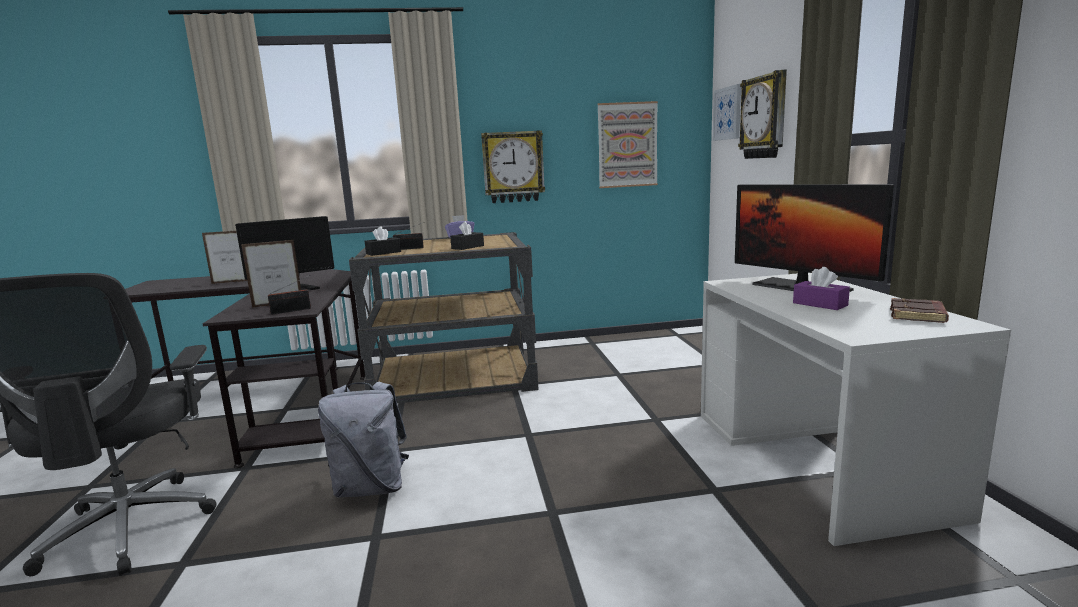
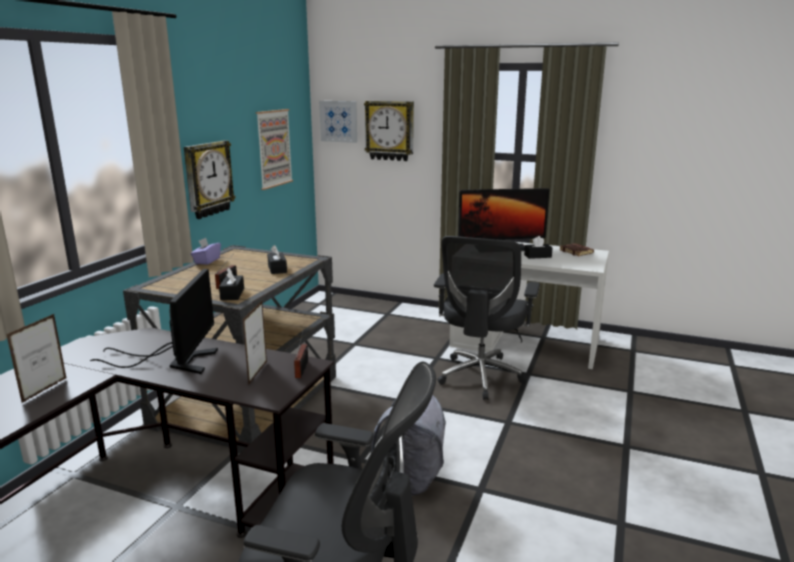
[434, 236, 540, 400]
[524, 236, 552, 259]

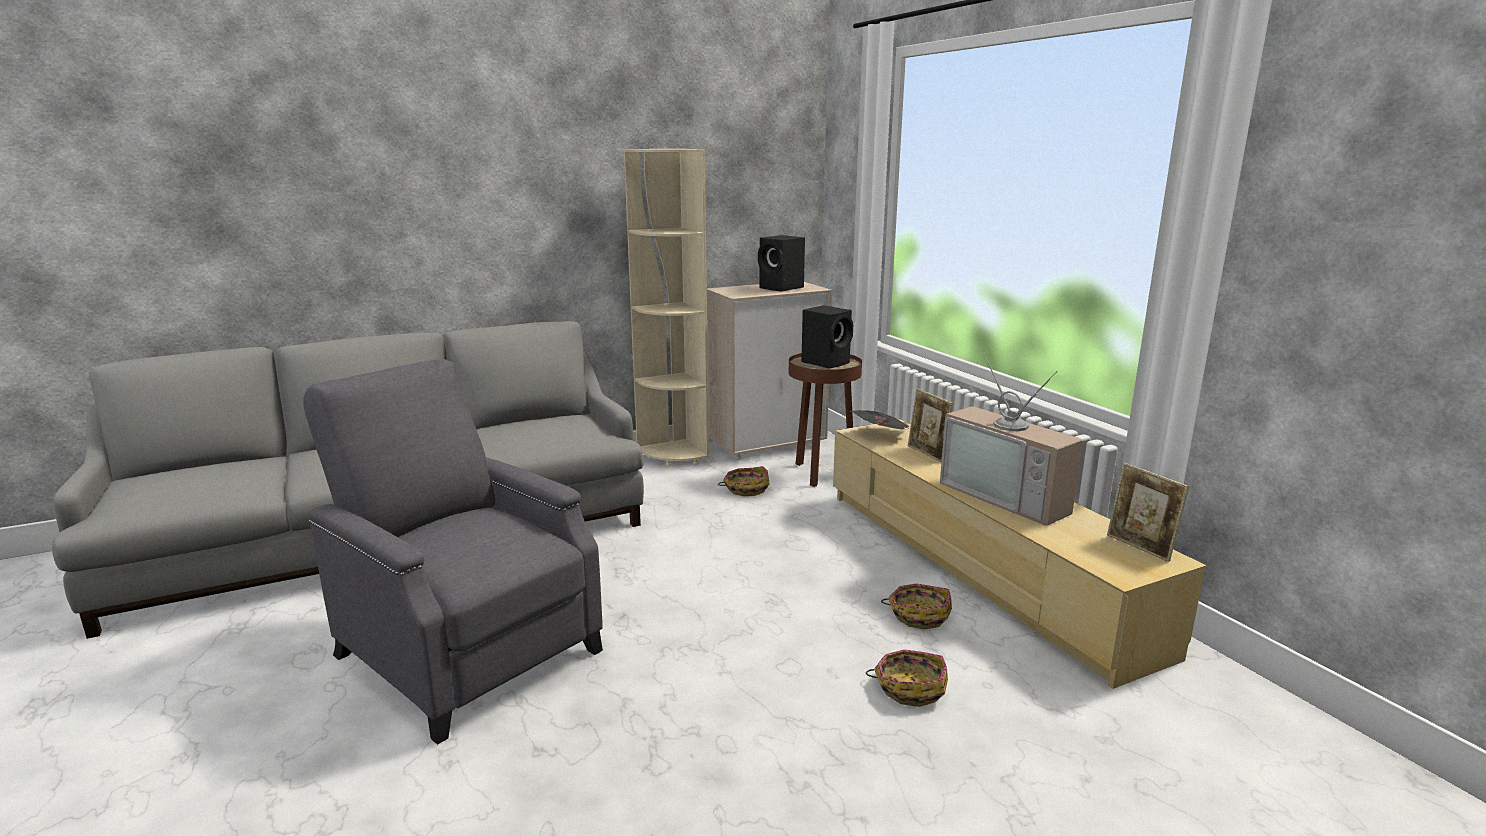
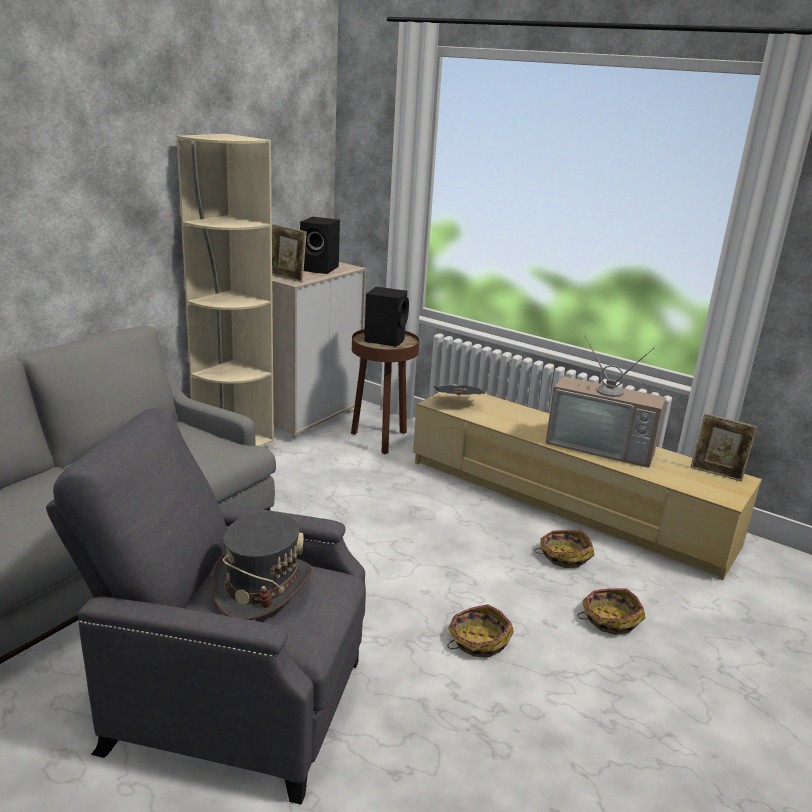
[211, 511, 313, 620]
[447, 604, 514, 657]
[272, 224, 307, 283]

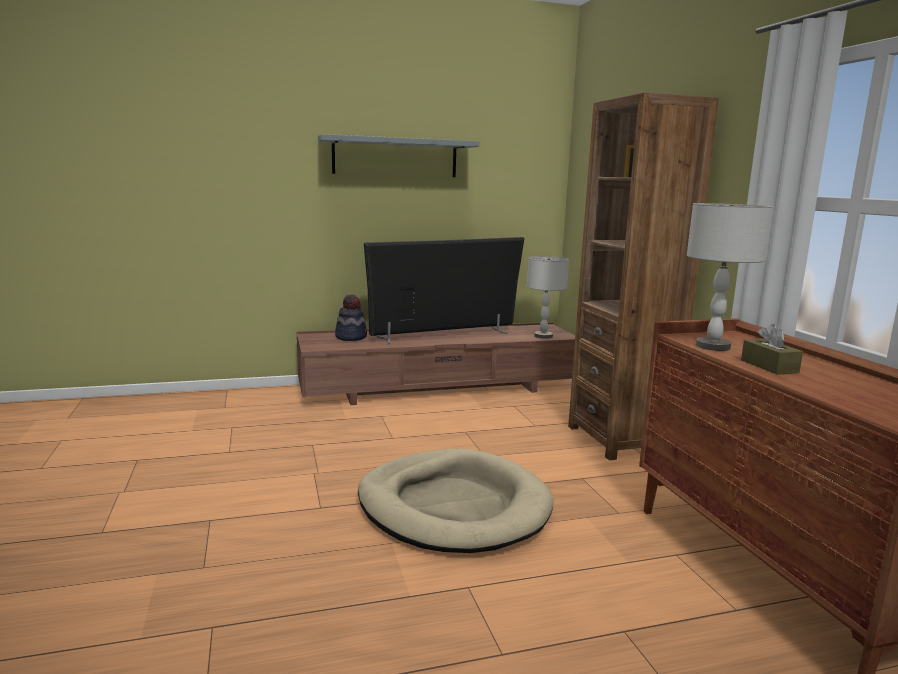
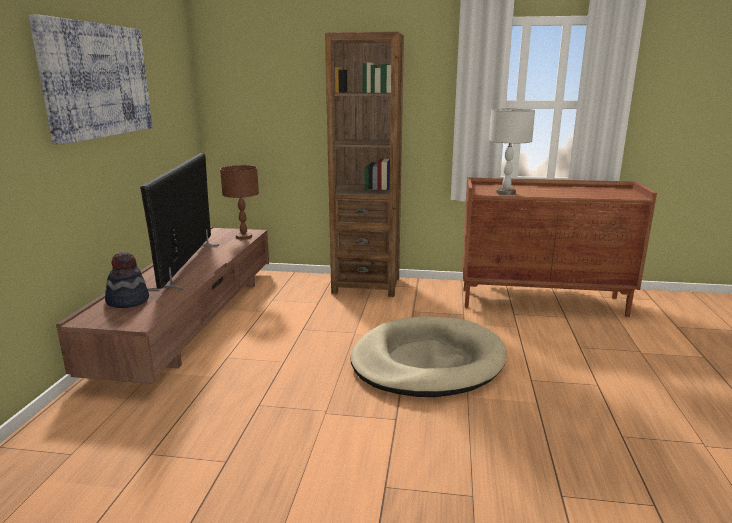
[741, 324, 803, 375] (first image)
[28, 15, 153, 144]
[220, 165, 259, 240]

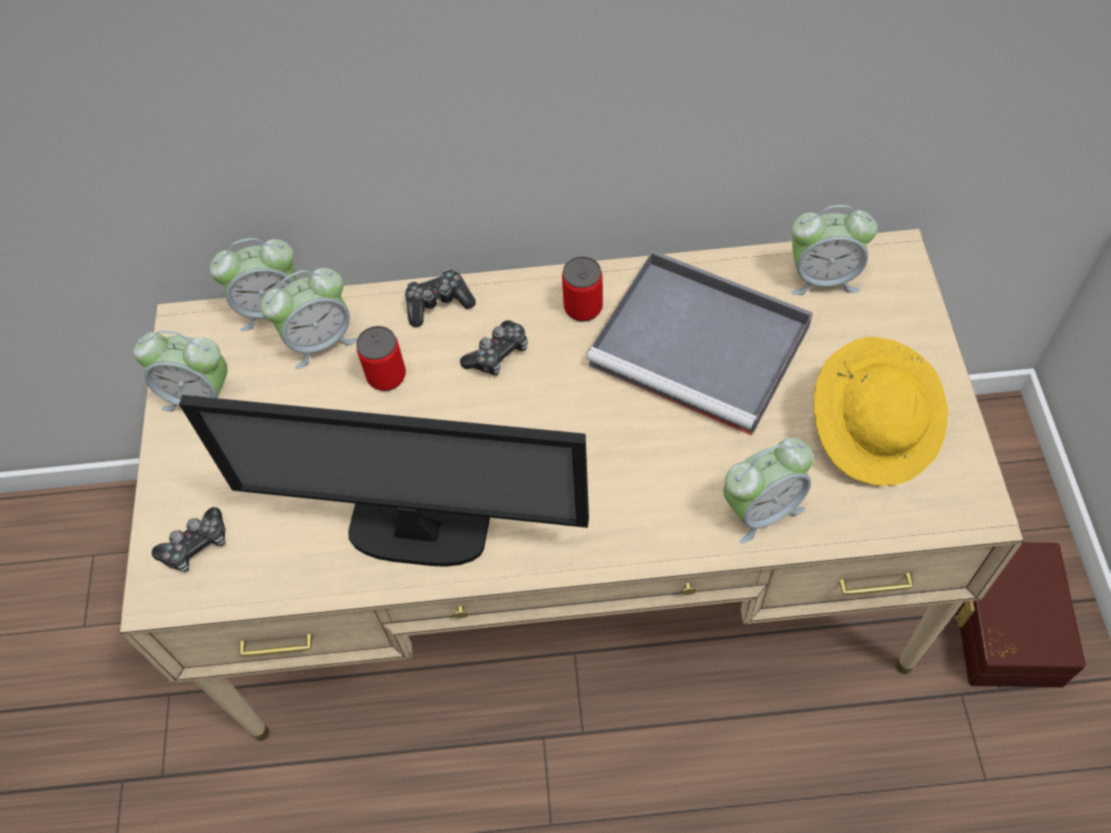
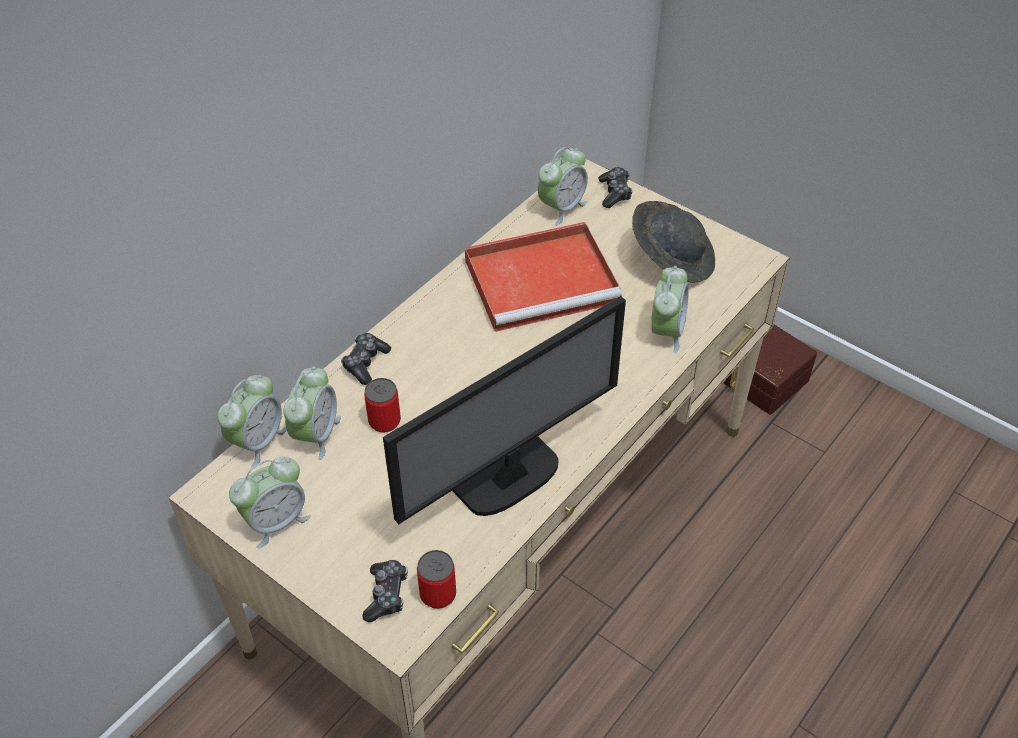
[599, 167, 633, 208]
[417, 550, 456, 609]
[465, 222, 622, 332]
[632, 201, 715, 283]

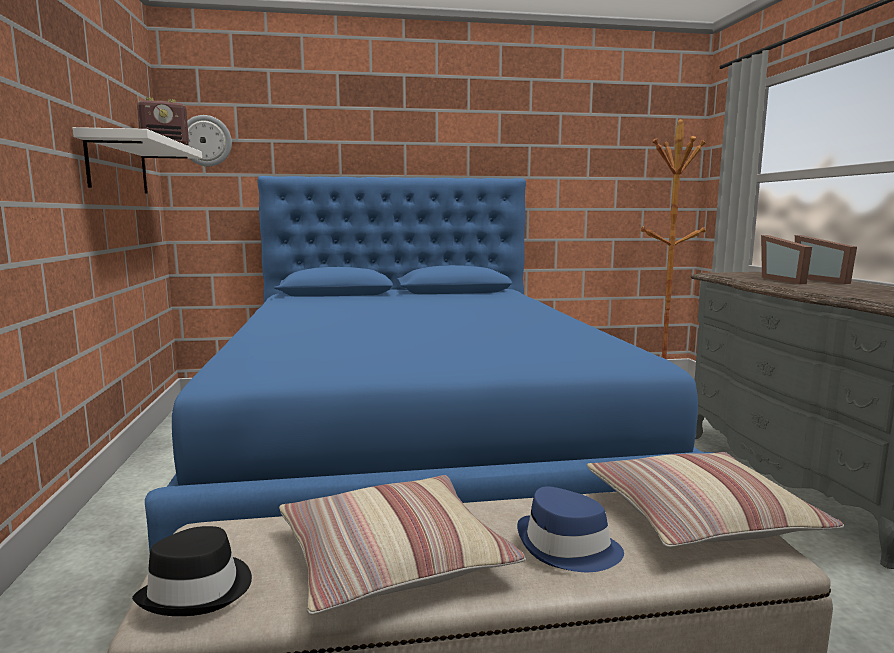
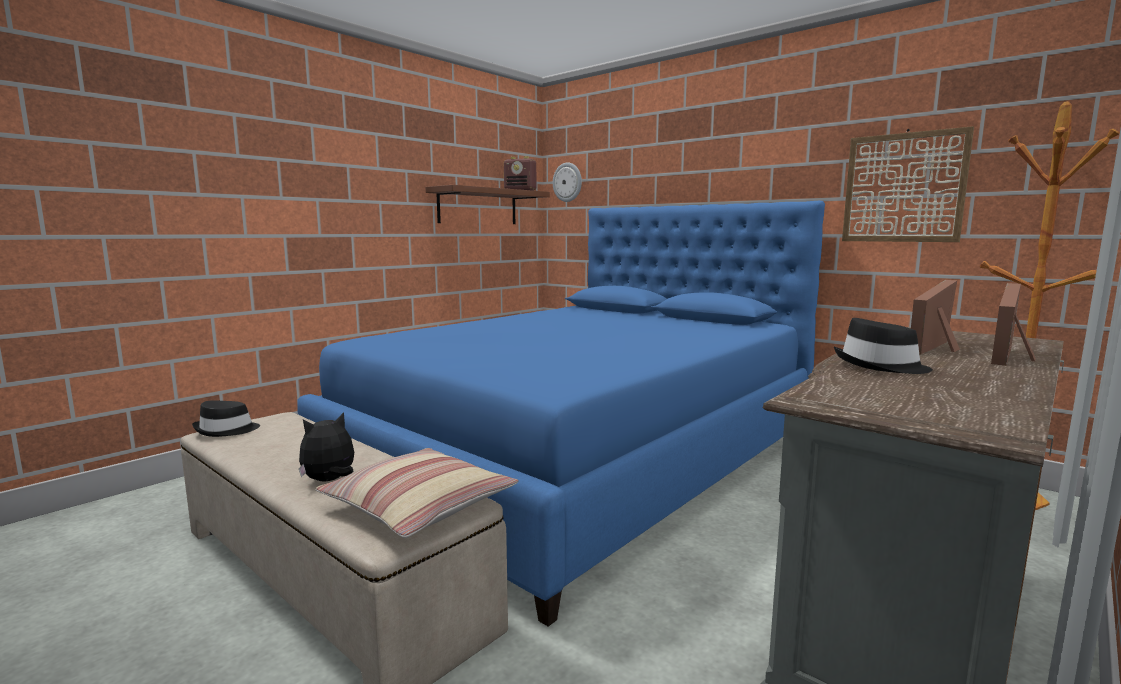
[279, 475, 526, 615] (first image)
[834, 318, 933, 374]
[842, 126, 974, 242]
[299, 412, 354, 482]
[426, 185, 550, 224]

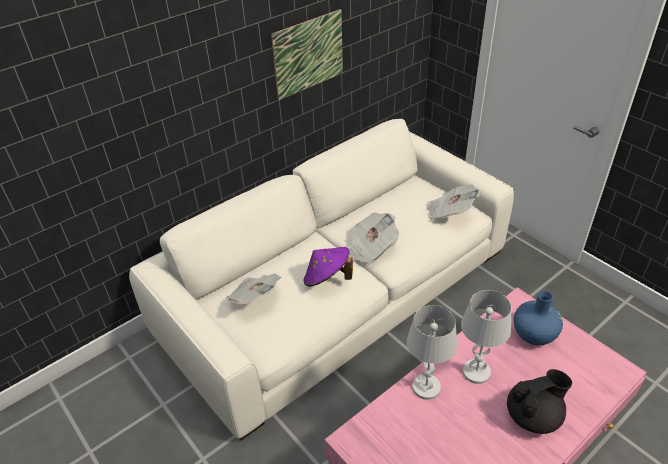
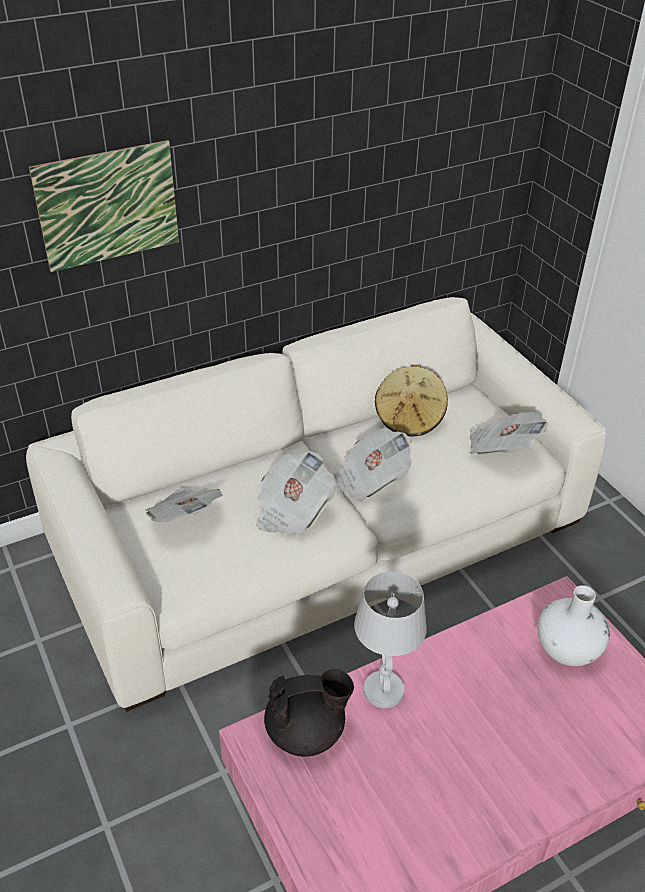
[461, 290, 511, 384] (first image)
[375, 365, 448, 436]
[29, 140, 179, 272]
[264, 669, 354, 757]
[256, 452, 336, 536]
[538, 585, 610, 666]

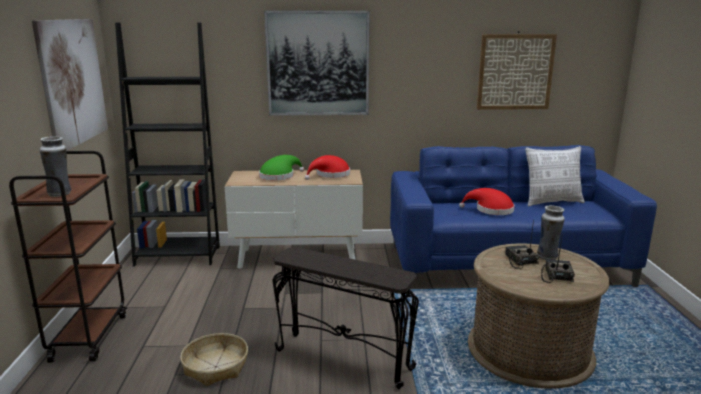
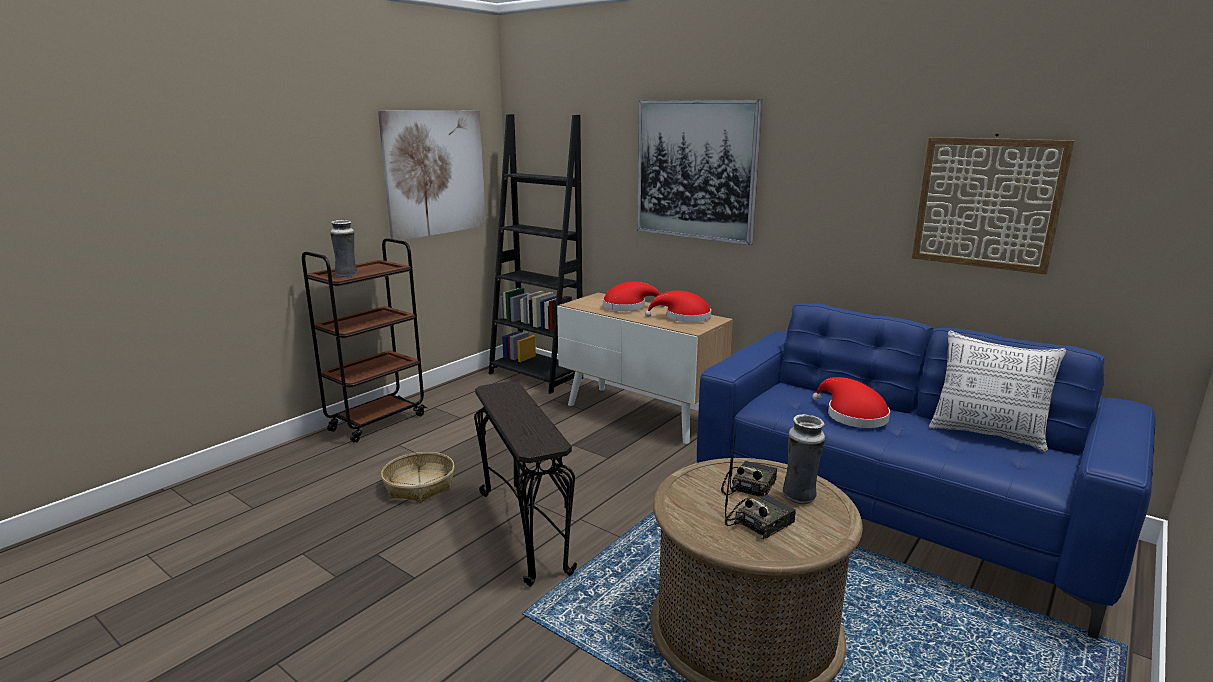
[603, 281, 664, 311]

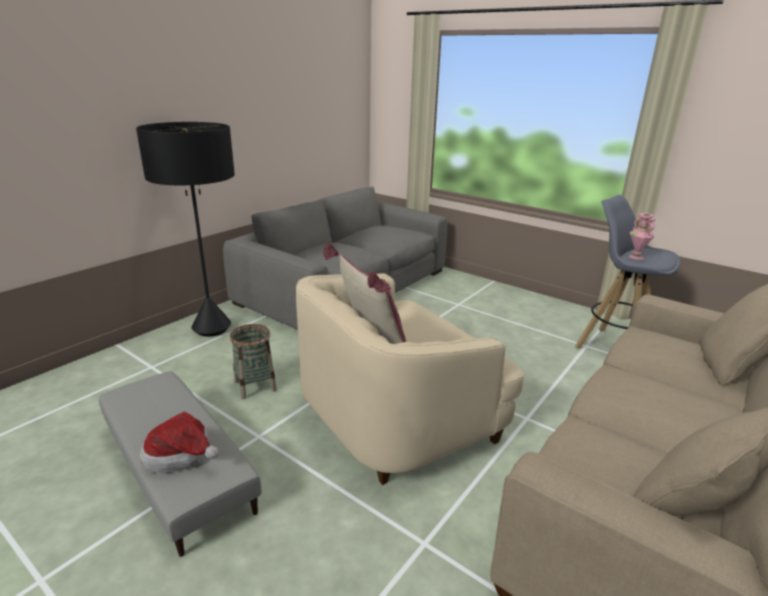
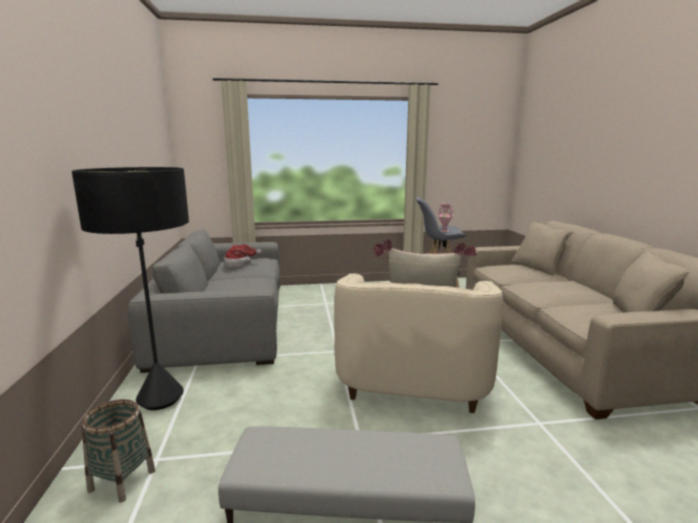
[224, 244, 262, 268]
[82, 399, 155, 502]

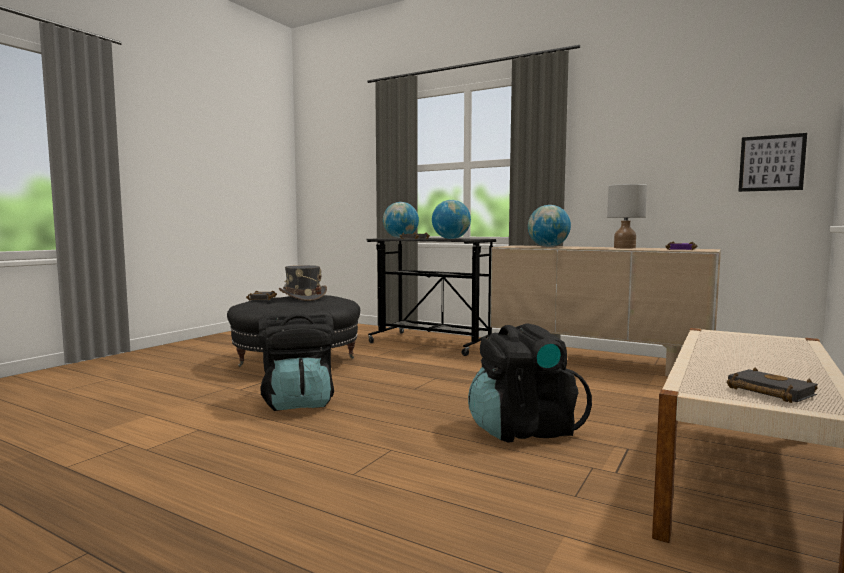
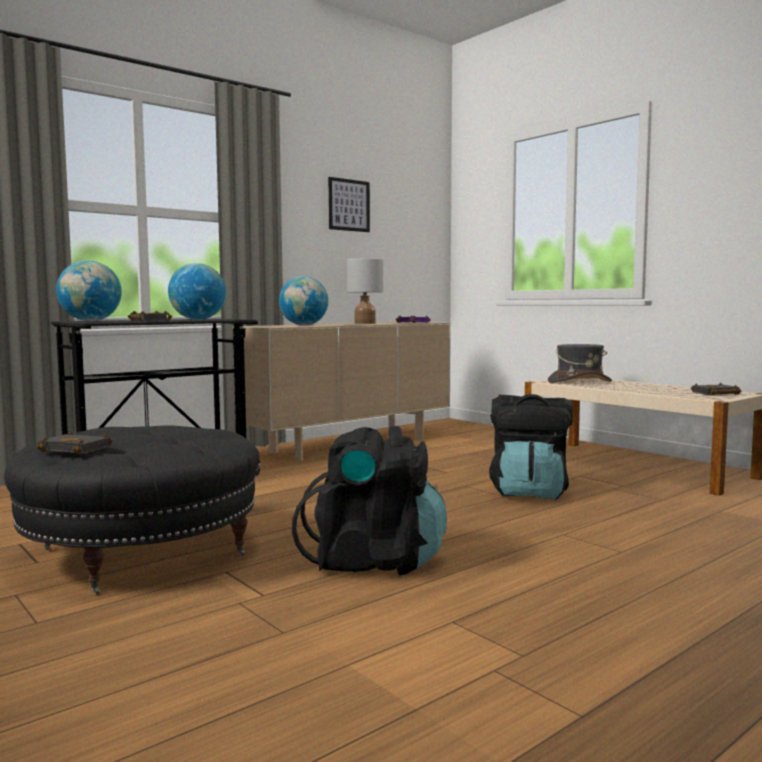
[548, 344, 612, 383]
[328, 177, 370, 232]

